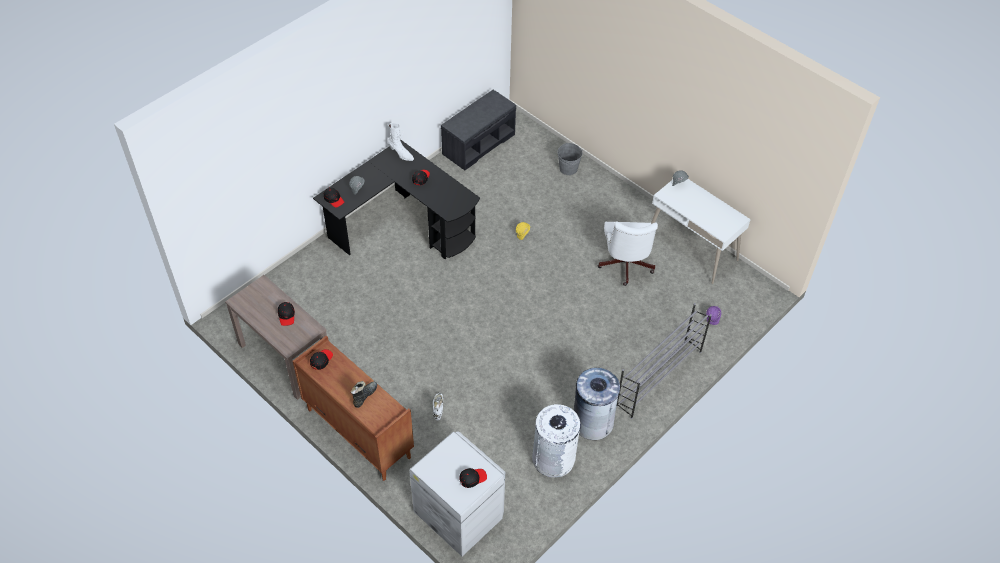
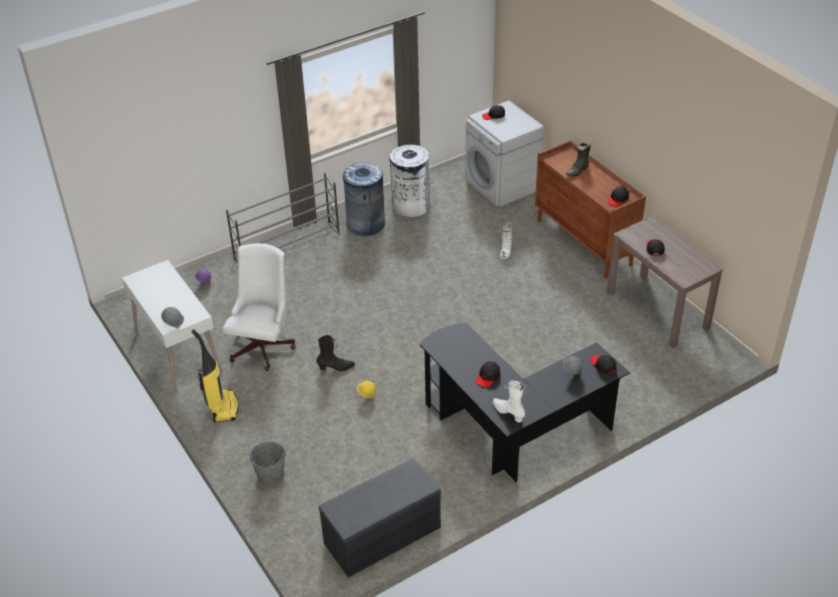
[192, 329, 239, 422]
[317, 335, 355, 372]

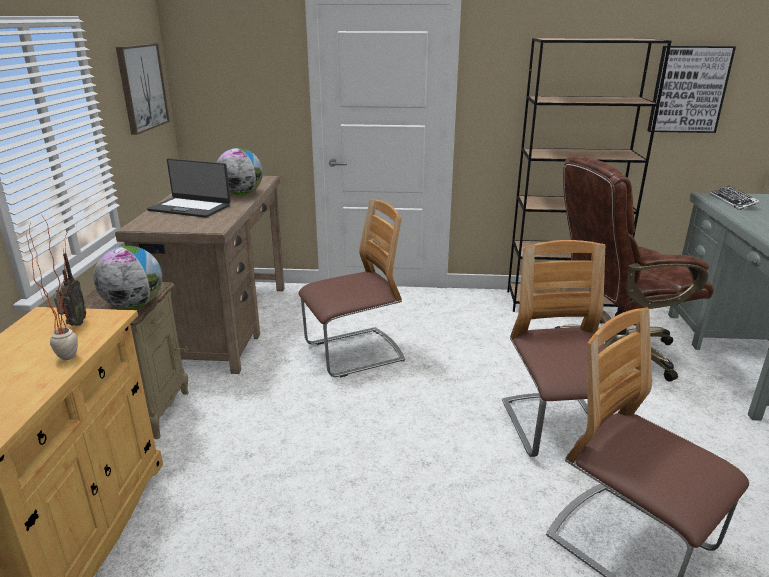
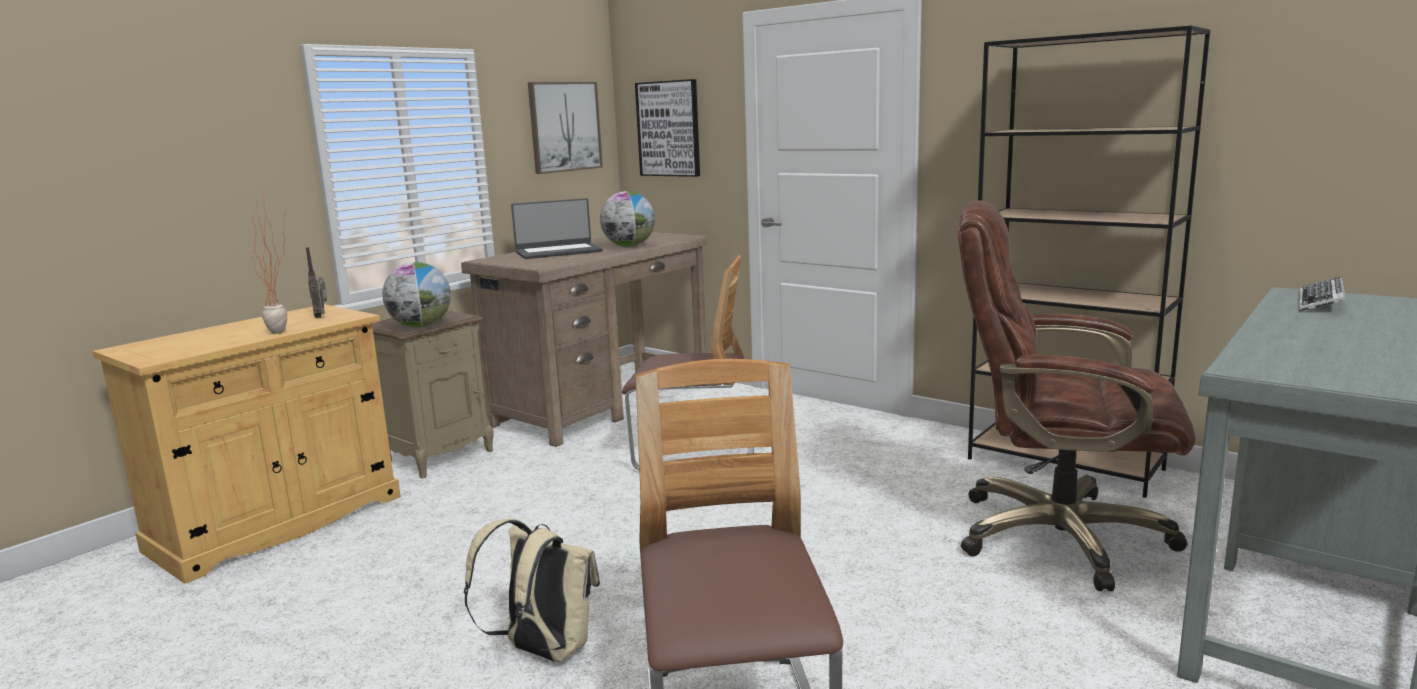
[502, 240, 607, 457] (first image)
[464, 518, 600, 662]
[635, 79, 700, 177]
[306, 247, 327, 318]
[511, 198, 603, 259]

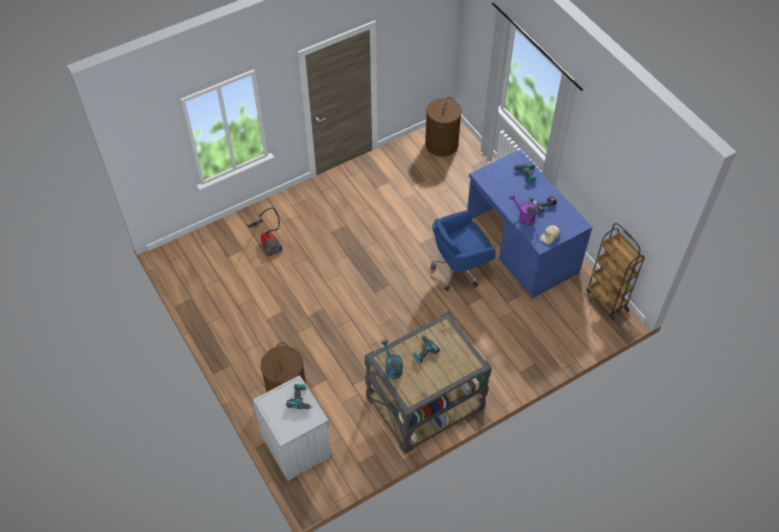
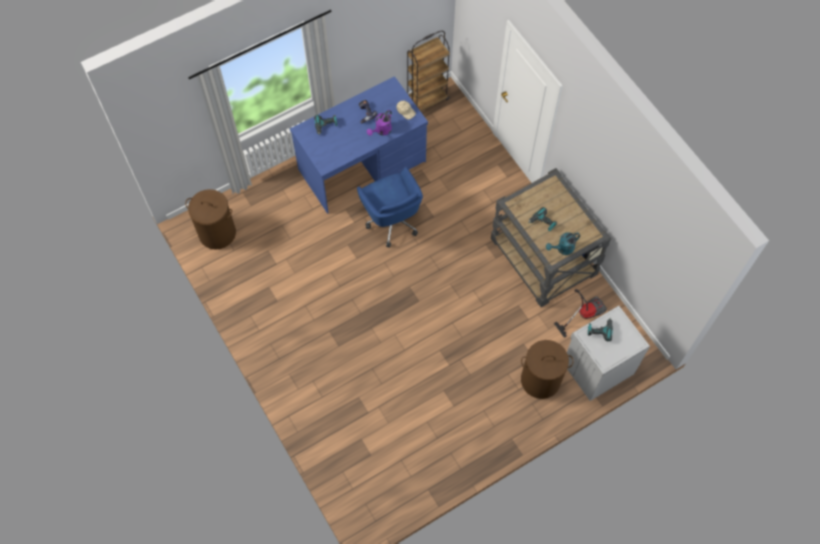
[554, 289, 607, 338]

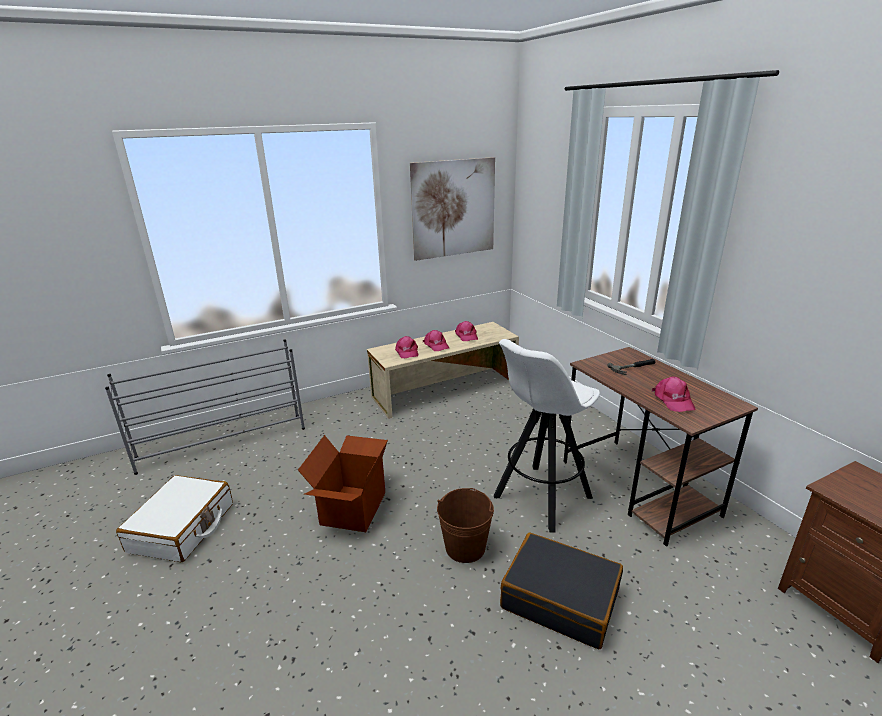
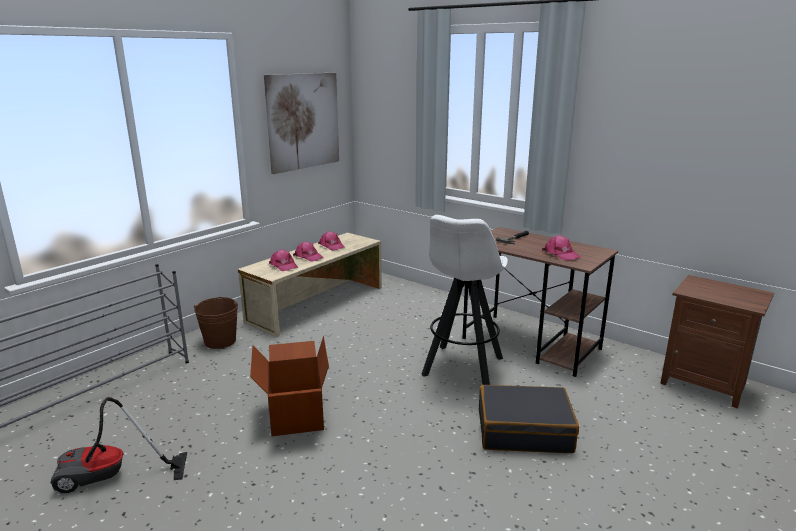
[194, 297, 238, 349]
[50, 397, 187, 493]

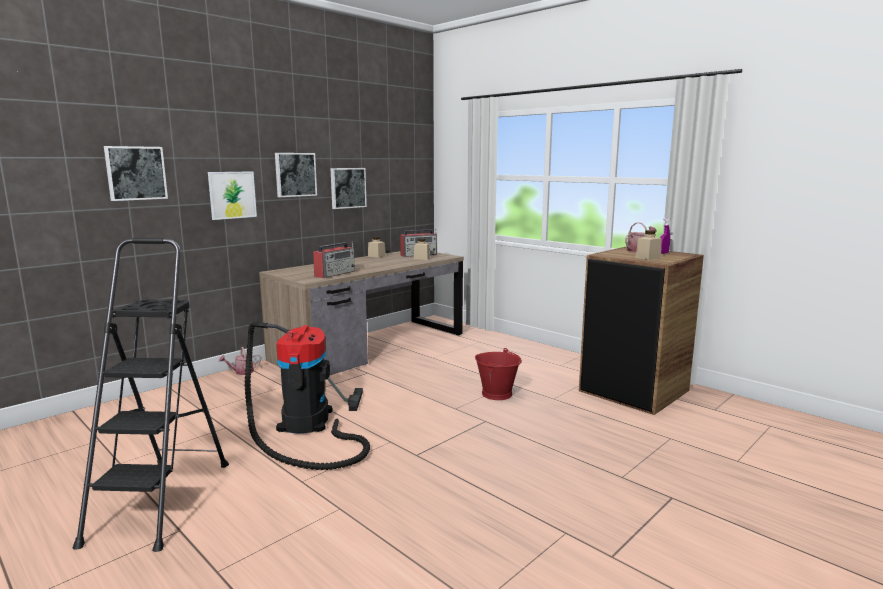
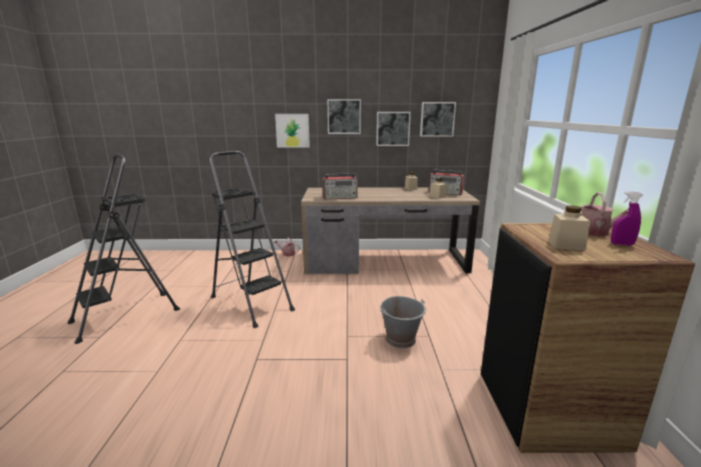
[420, 102, 456, 137]
[210, 151, 295, 328]
[380, 296, 426, 349]

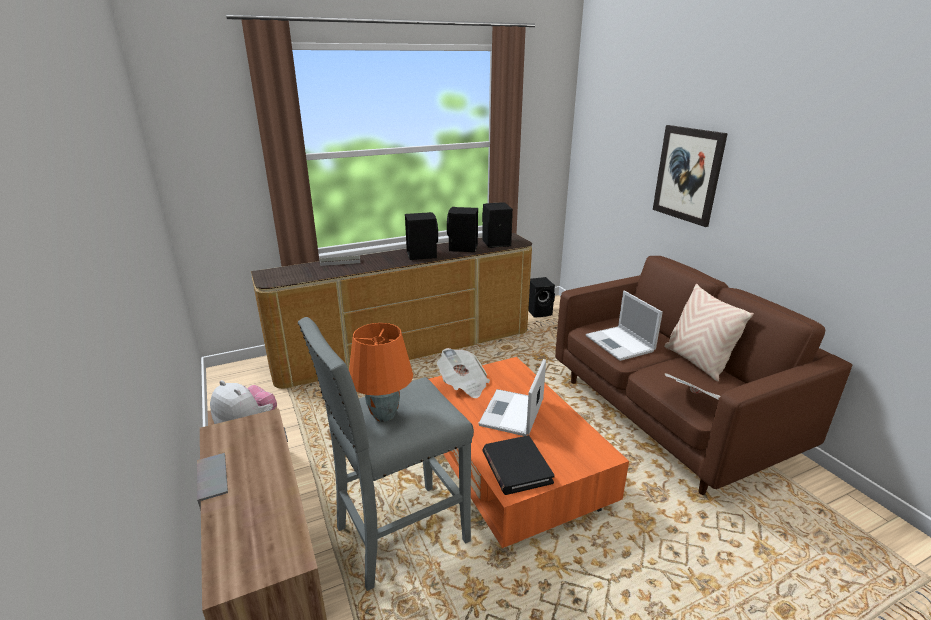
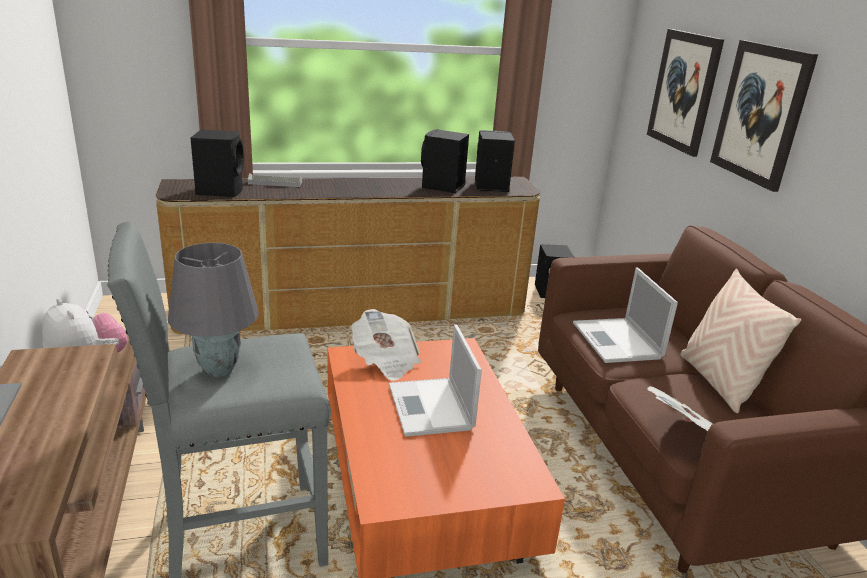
[483, 435, 555, 495] (first image)
[647, 29, 724, 157]
[191, 130, 244, 197]
[168, 243, 259, 377]
[389, 324, 482, 437]

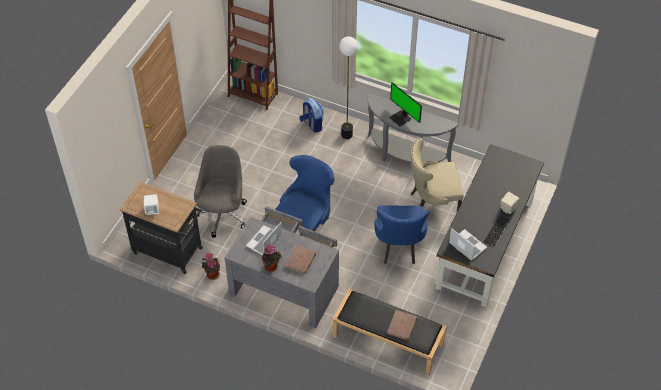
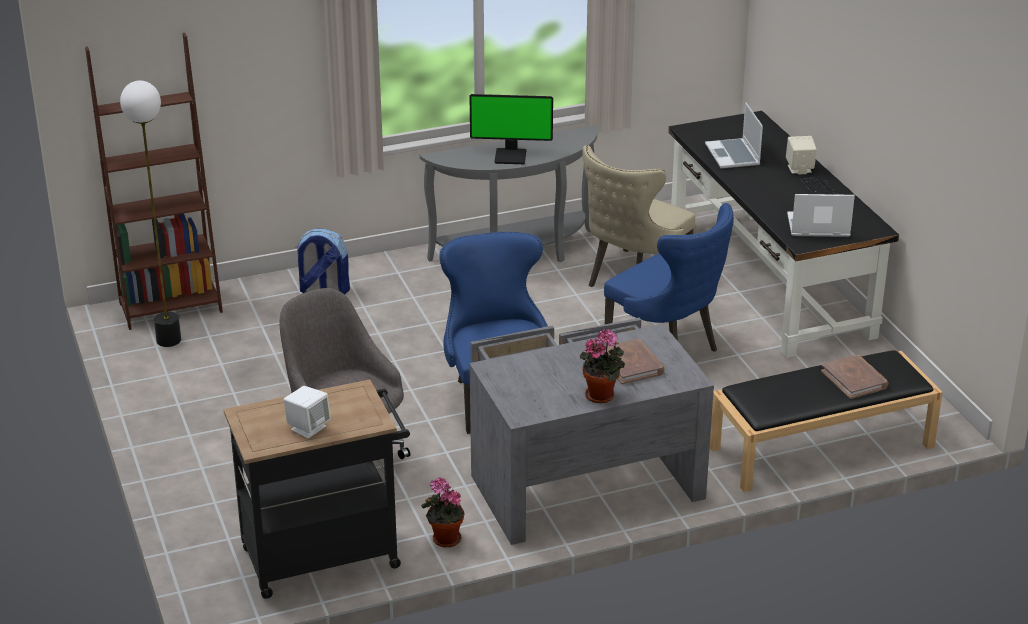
[705, 102, 763, 169]
[120, 80, 181, 347]

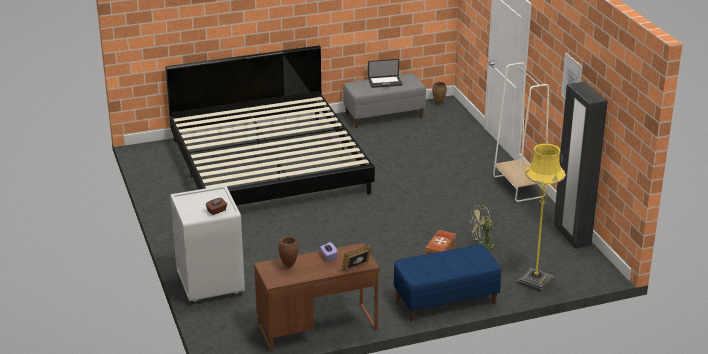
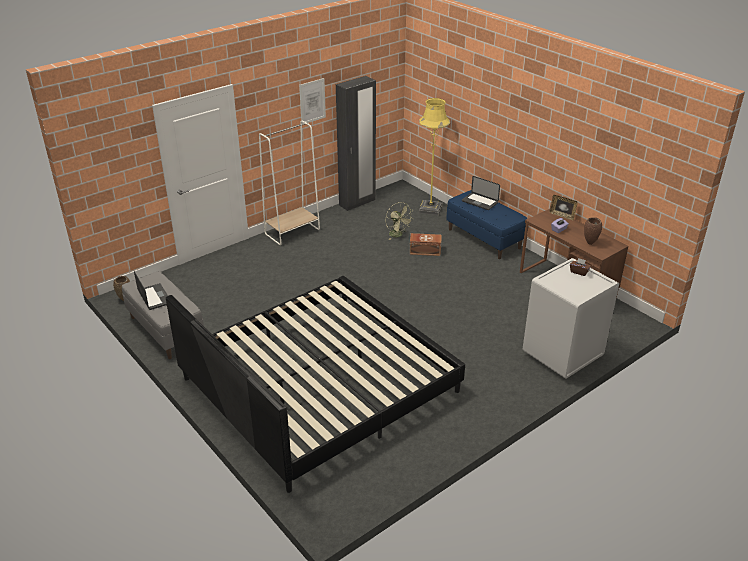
[462, 176, 500, 210]

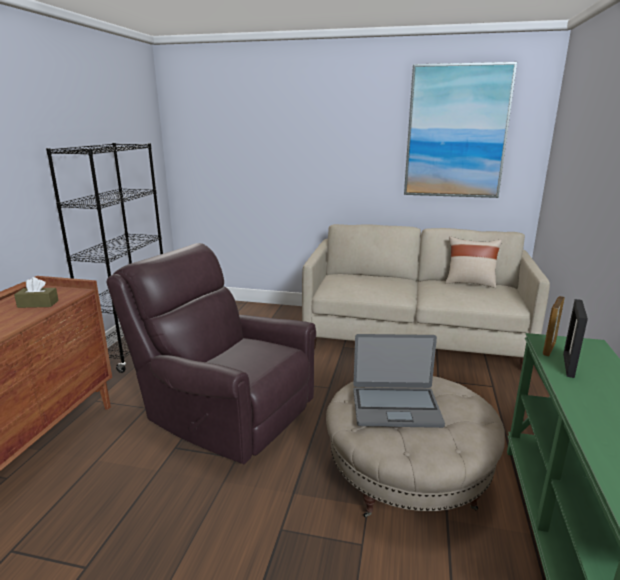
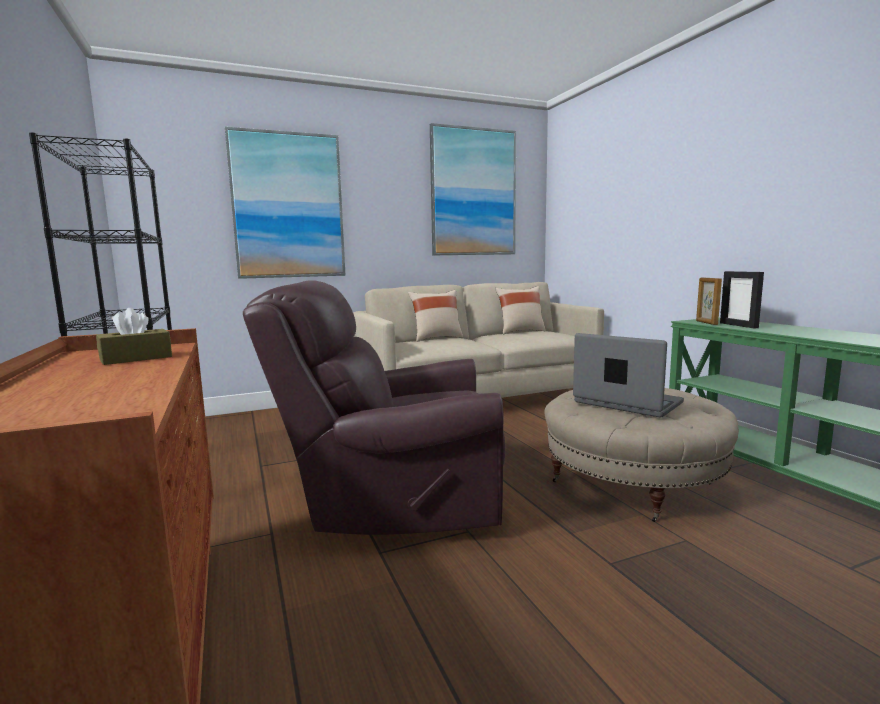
[225, 127, 346, 279]
[408, 290, 463, 342]
[573, 333, 684, 417]

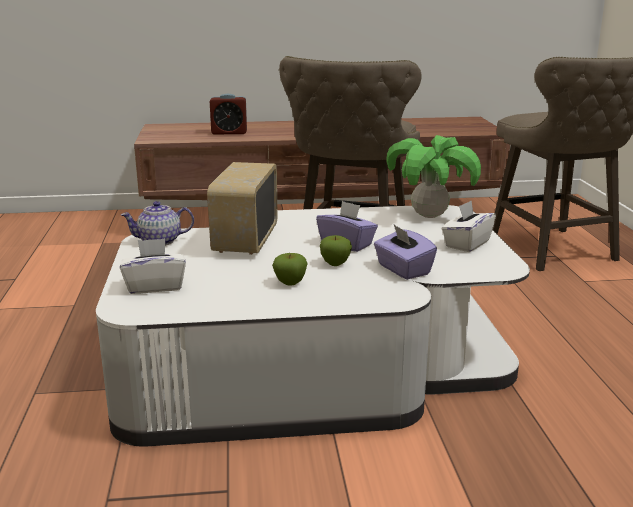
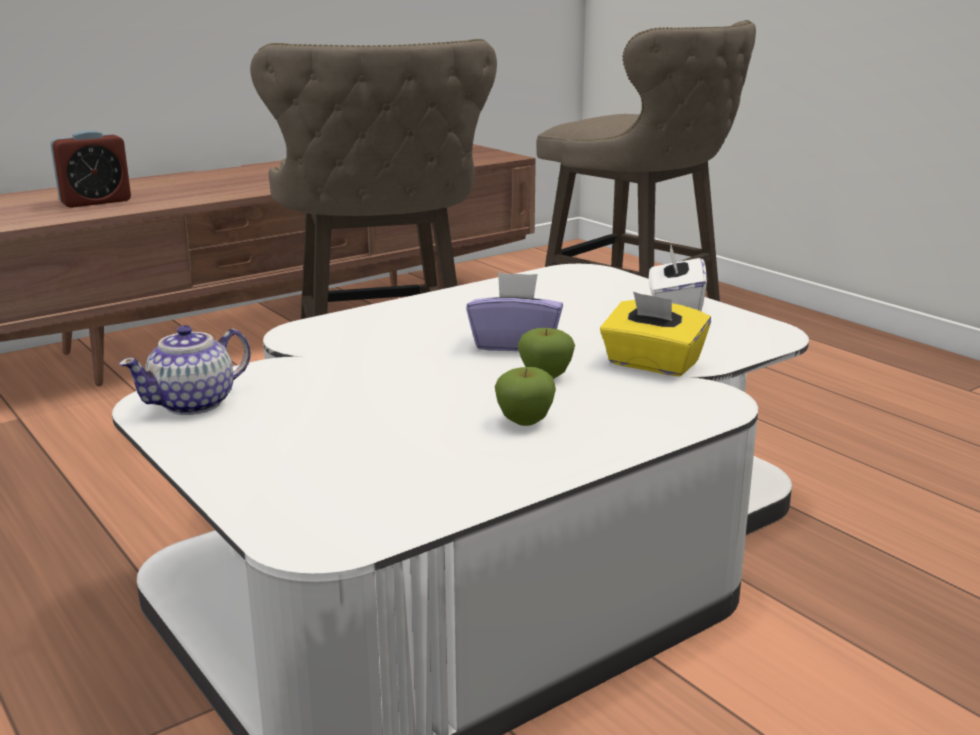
[120, 238, 186, 294] (first image)
[207, 162, 278, 255] (first image)
[386, 135, 481, 218] (first image)
[600, 292, 711, 377]

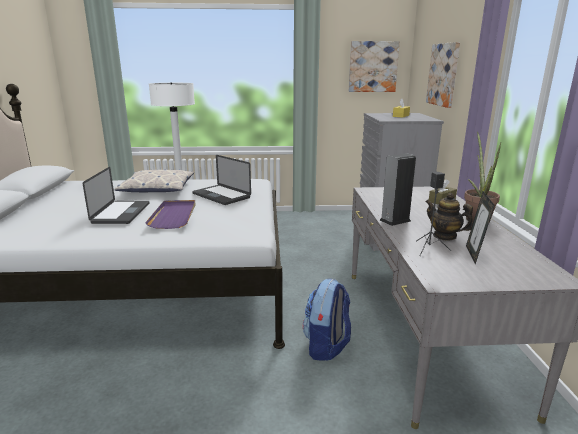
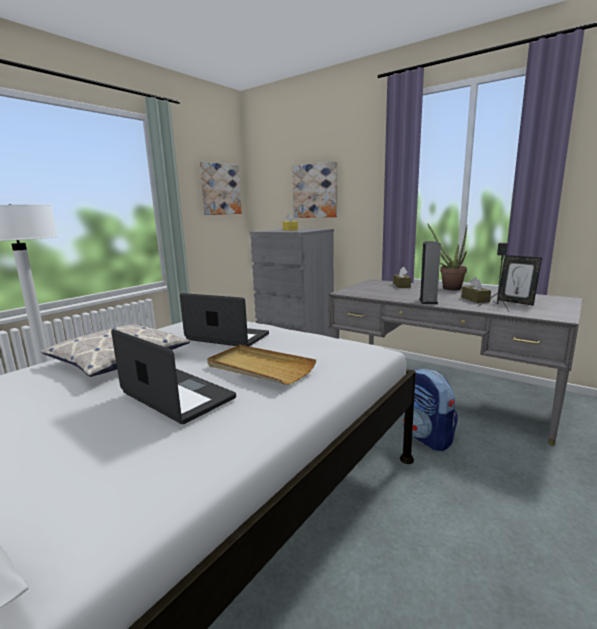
[461, 277, 491, 303]
[207, 345, 316, 384]
[180, 293, 269, 346]

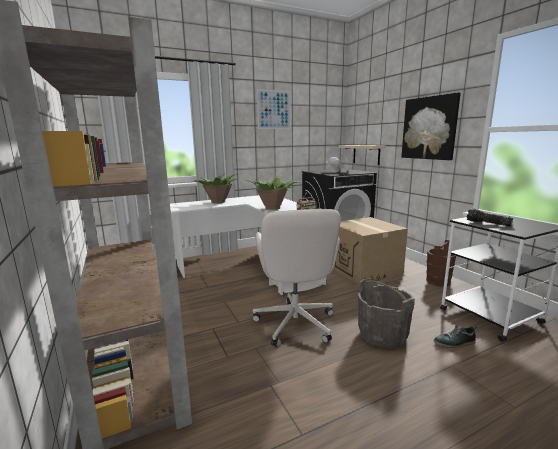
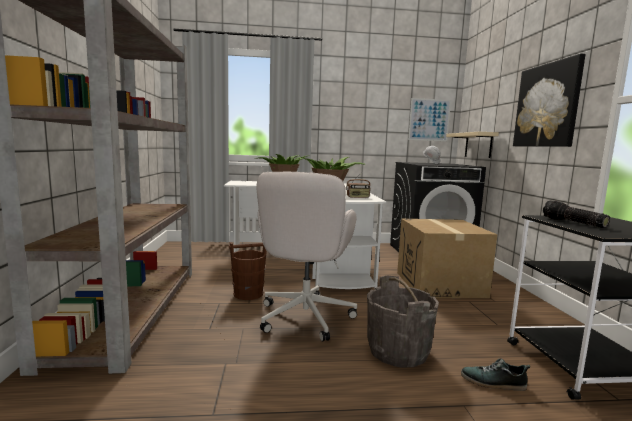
[408, 98, 451, 141]
[229, 242, 267, 300]

